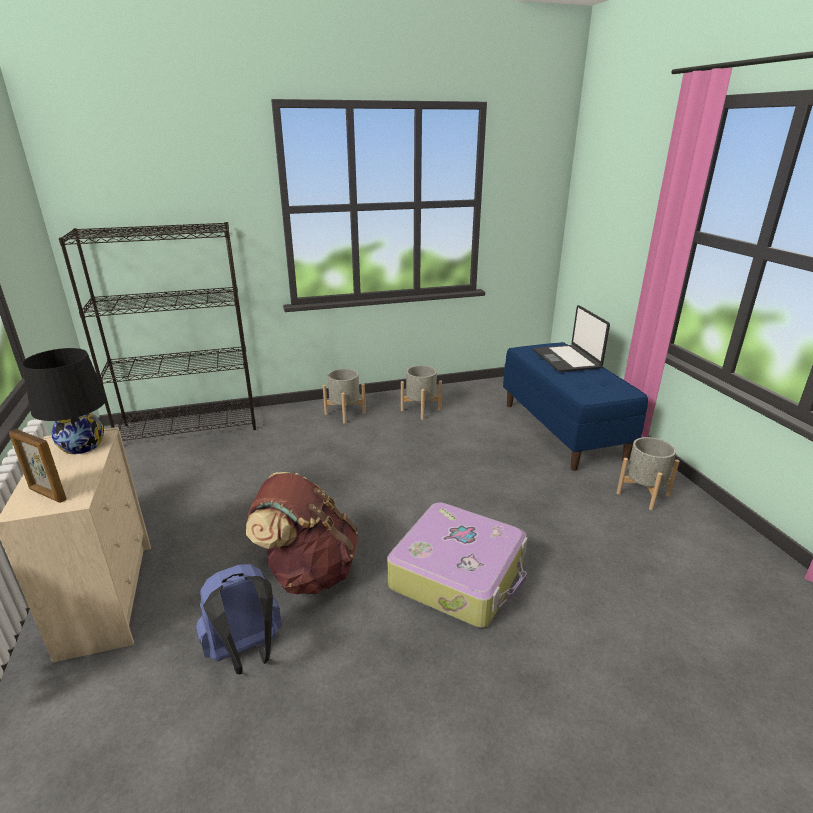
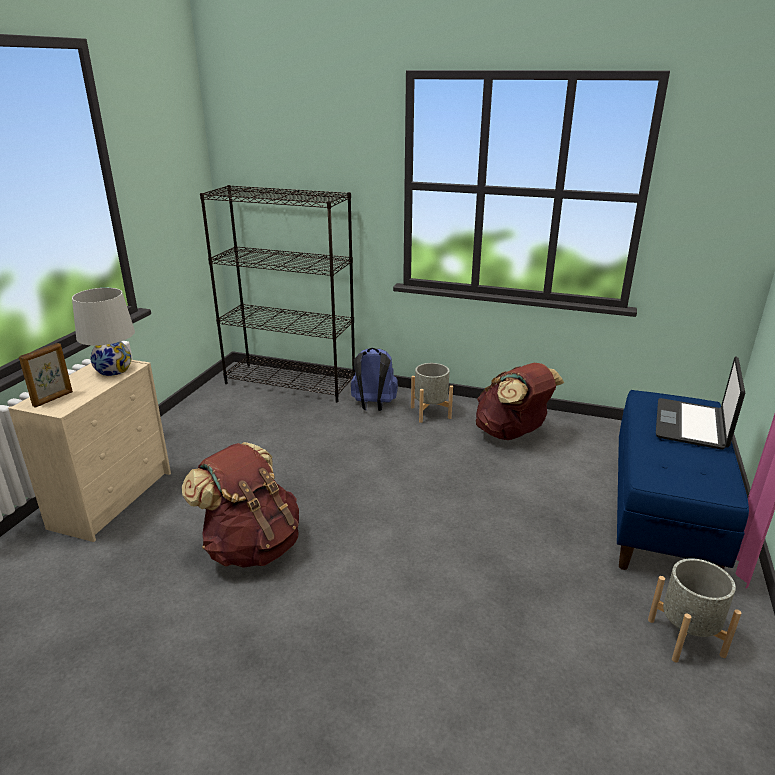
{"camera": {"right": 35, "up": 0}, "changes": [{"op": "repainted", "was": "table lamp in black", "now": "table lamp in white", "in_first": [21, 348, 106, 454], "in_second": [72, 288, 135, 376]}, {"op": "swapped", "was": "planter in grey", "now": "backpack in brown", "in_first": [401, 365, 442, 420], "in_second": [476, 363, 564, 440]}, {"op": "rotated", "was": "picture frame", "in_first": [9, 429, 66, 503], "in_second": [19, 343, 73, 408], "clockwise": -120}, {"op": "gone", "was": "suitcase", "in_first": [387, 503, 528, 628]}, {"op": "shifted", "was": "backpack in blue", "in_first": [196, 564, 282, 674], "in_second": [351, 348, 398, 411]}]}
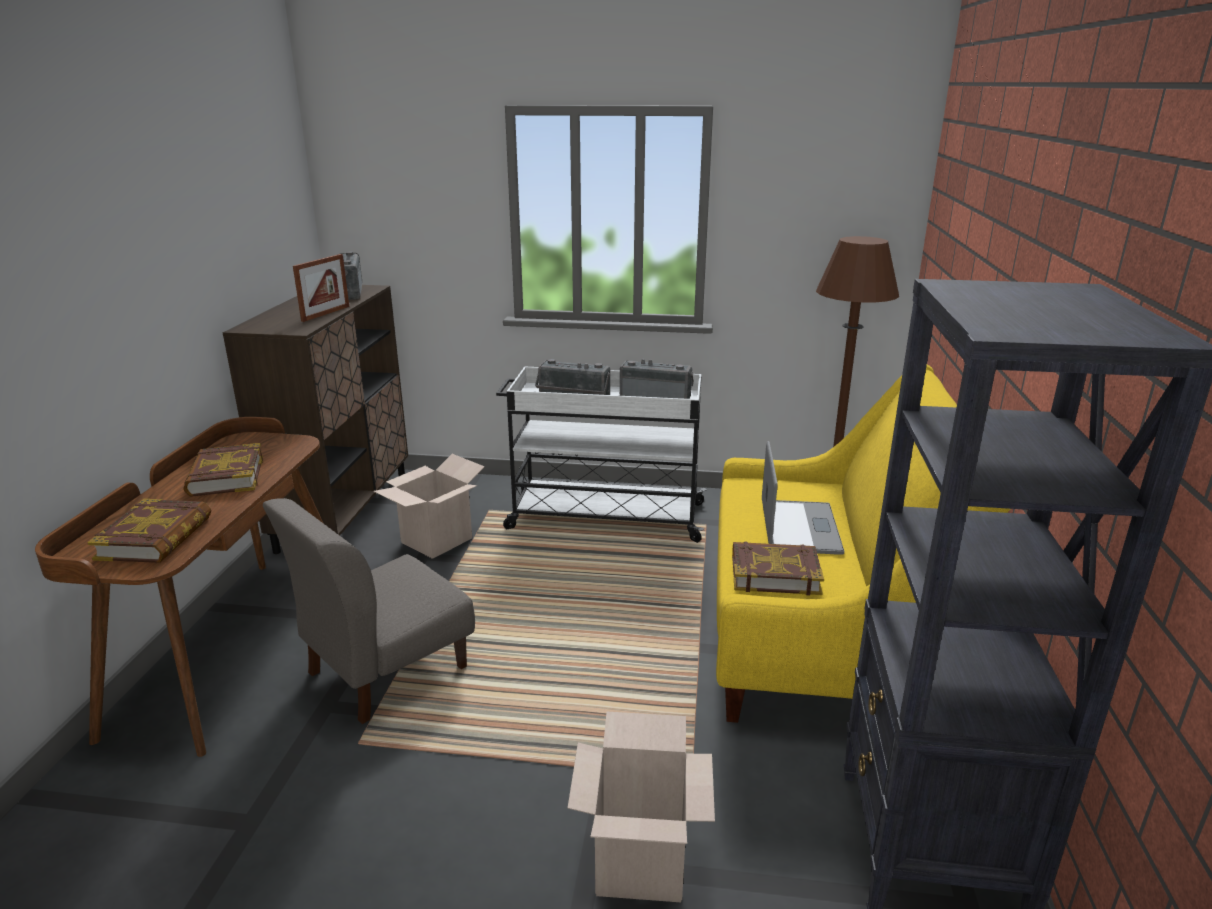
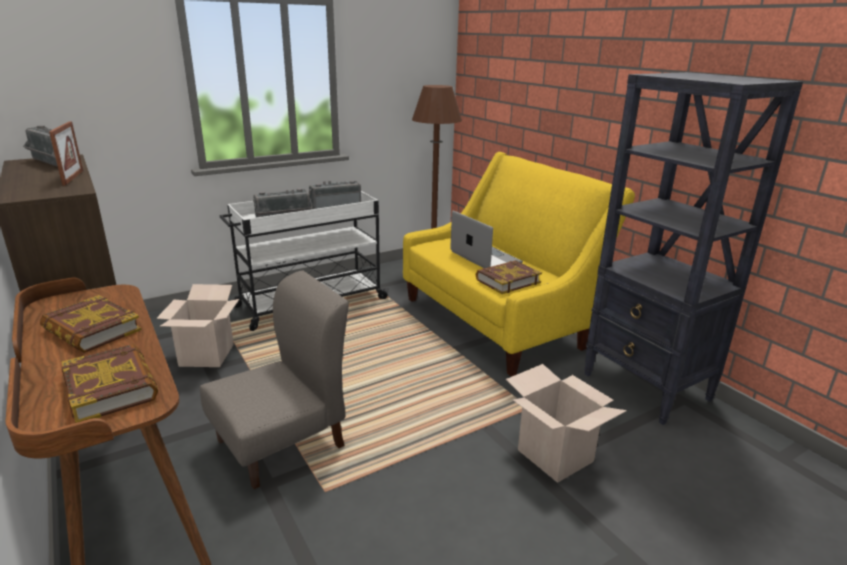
{"camera": {"right": -40, "up": 0}, "changes": [{"op": "rotated", "was": "chair in grey", "in_first": [263, 498, 475, 724], "in_second": [200, 271, 349, 489], "clockwise": -135}]}
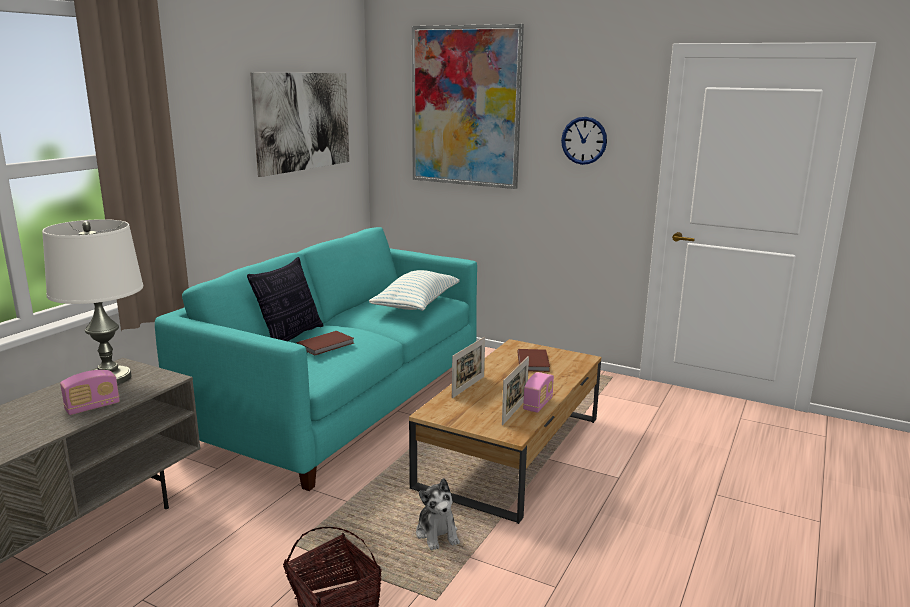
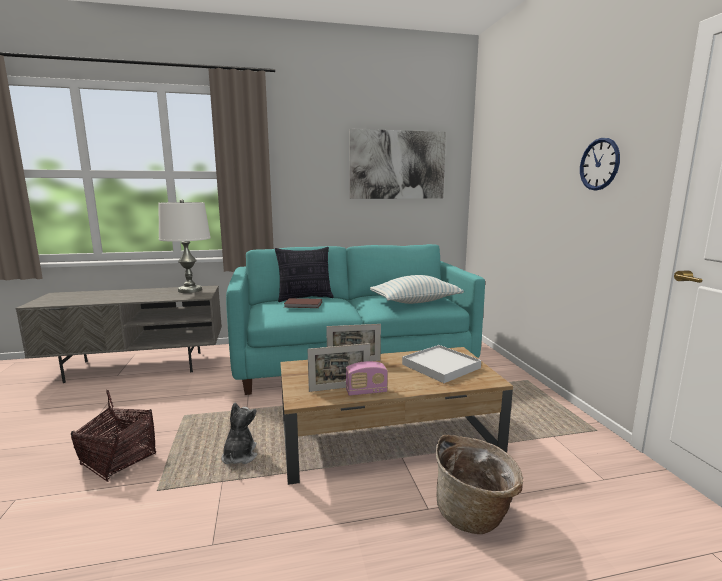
{"camera": {"right": 50, "up": -5}, "changes": [{"op": "gone", "was": "picture", "in_first": [412, 24, 524, 189]}, {"op": "swapped", "was": "book in brown", "now": "tray in white", "in_first": [517, 349, 550, 372], "in_second": [402, 345, 481, 383]}, {"op": "gone", "was": "radio", "in_first": [60, 370, 120, 415]}, {"op": "rotated", "was": "plush toy", "in_first": [416, 478, 460, 550], "in_second": [221, 402, 257, 464], "clockwise": 150}, {"op": "new", "now": "basket", "in_second": [436, 435, 523, 534]}]}
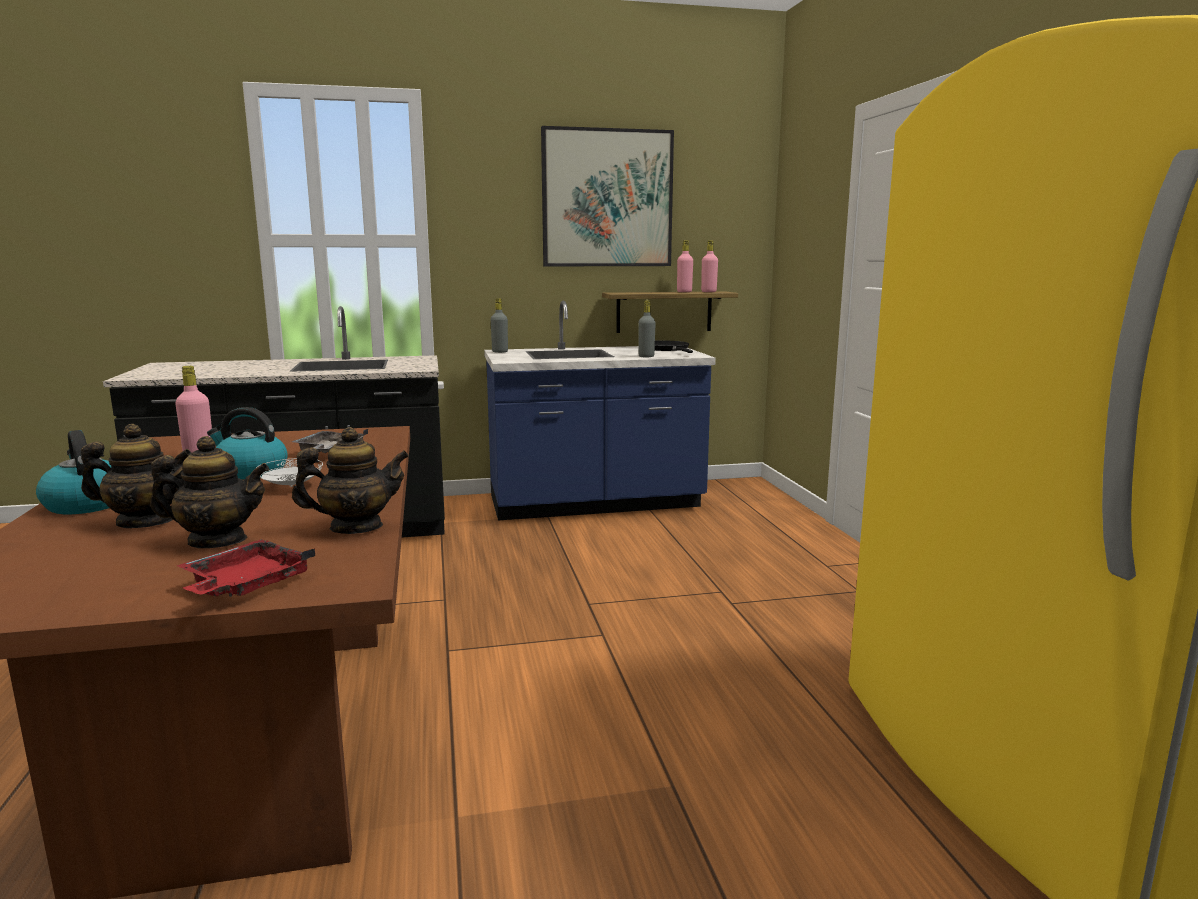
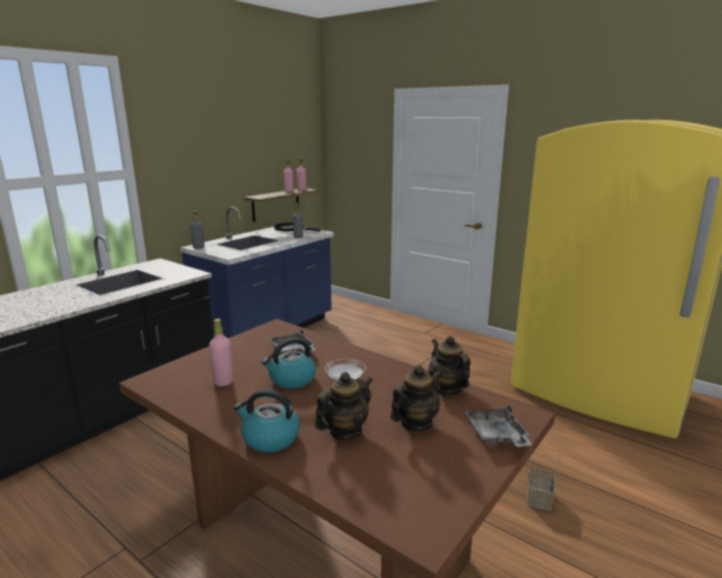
{"camera": {"right": -40, "up": 5}, "changes": [{"op": "gone", "was": "picture", "in_first": [541, 126, 674, 266]}, {"op": "rotated", "was": "teapot", "in_first": [292, 427, 409, 534], "in_second": [429, 336, 471, 396], "clockwise": -60}, {"op": "repainted", "was": "tray in red", "now": "tray in grey", "in_first": [177, 539, 315, 597], "in_second": [464, 404, 532, 447]}, {"op": "new", "now": "basket", "in_second": [527, 453, 562, 511]}]}
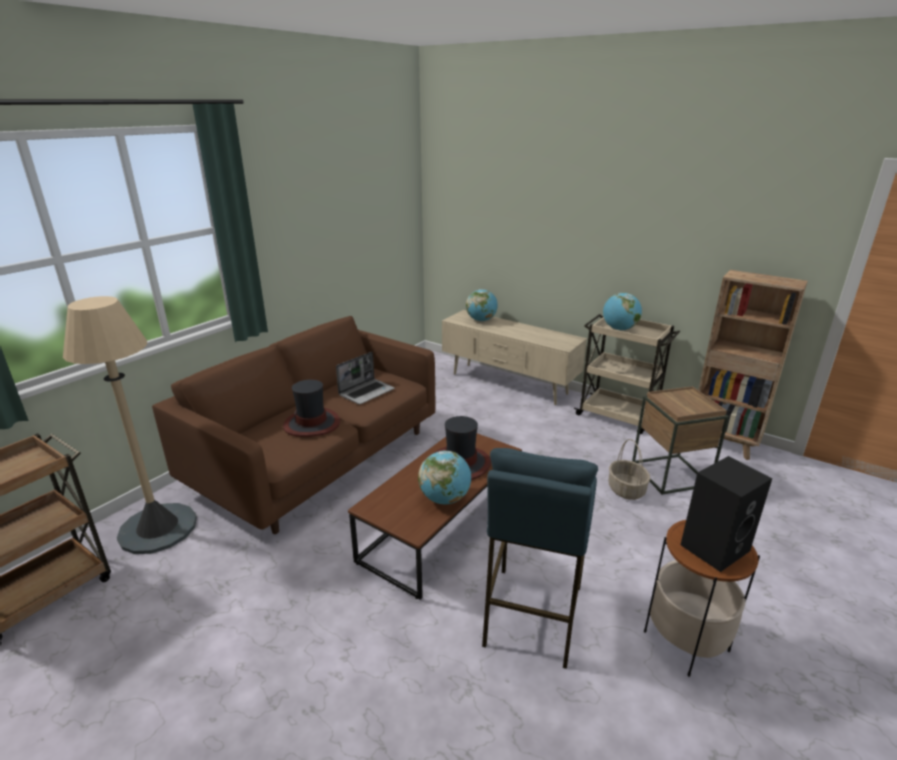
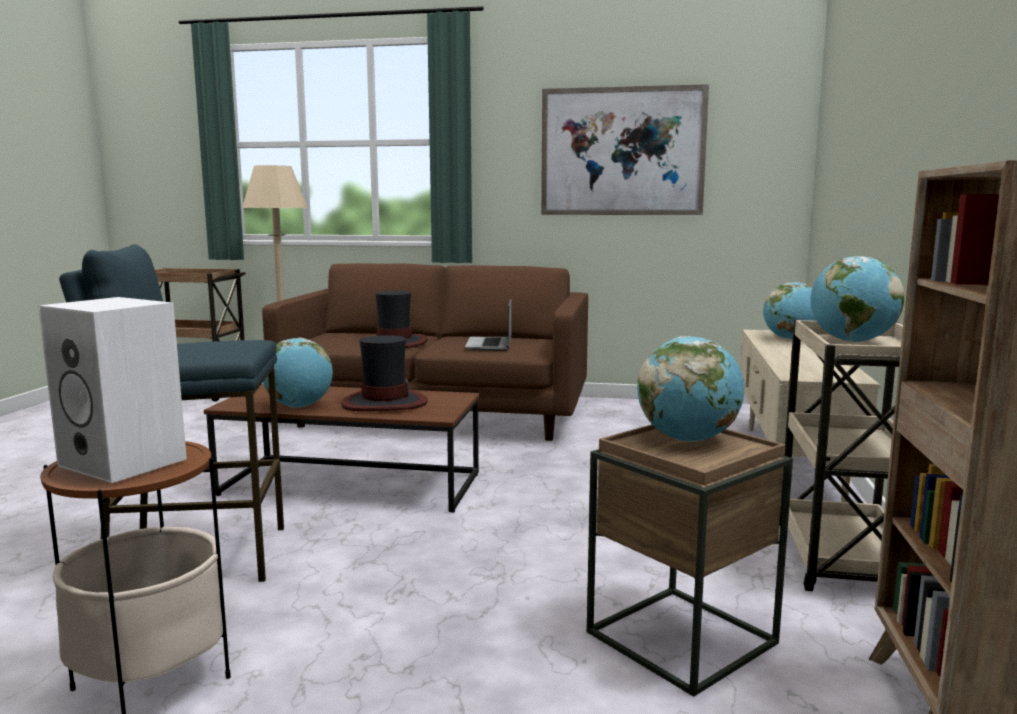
{"camera": {"right": 65, "up": -15}, "changes": [{"op": "rotated", "was": "laptop", "in_first": [336, 352, 395, 405], "in_second": [465, 298, 512, 351], "clockwise": 75}, {"op": "gone", "was": "basket", "in_first": [609, 439, 650, 500]}, {"op": "repainted", "was": "speaker in black", "now": "speaker in white", "in_first": [681, 456, 772, 572], "in_second": [38, 297, 187, 483]}, {"op": "new", "now": "picture", "in_second": [541, 84, 709, 215]}, {"op": "new", "now": "globe", "in_second": [637, 336, 744, 442]}]}
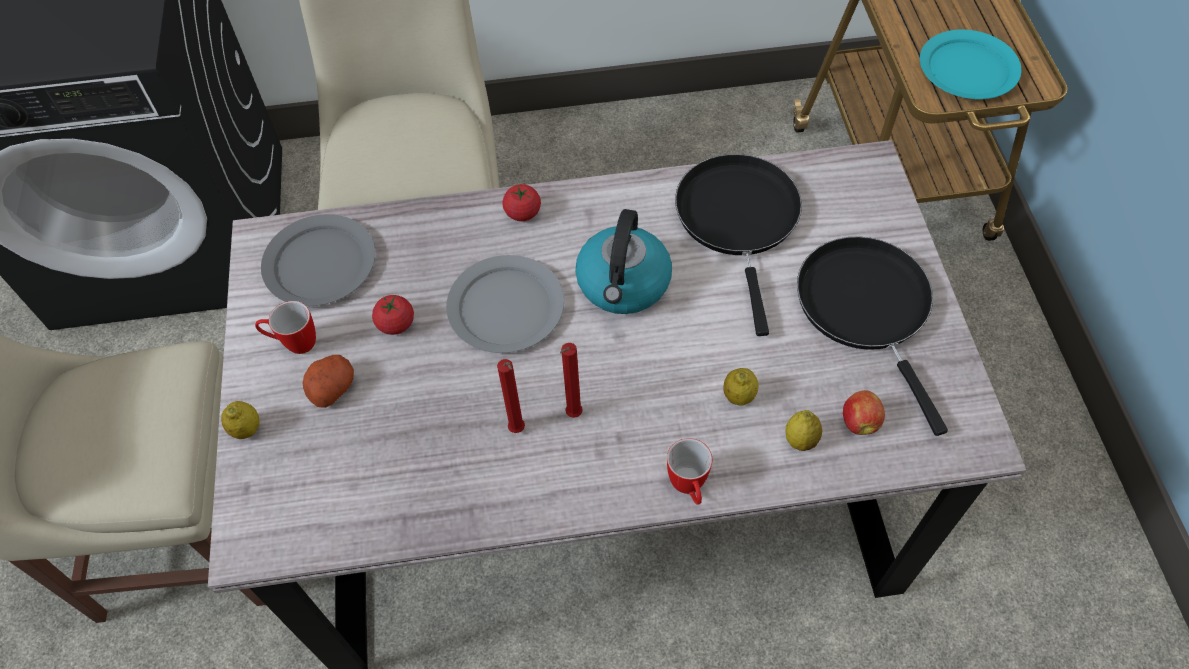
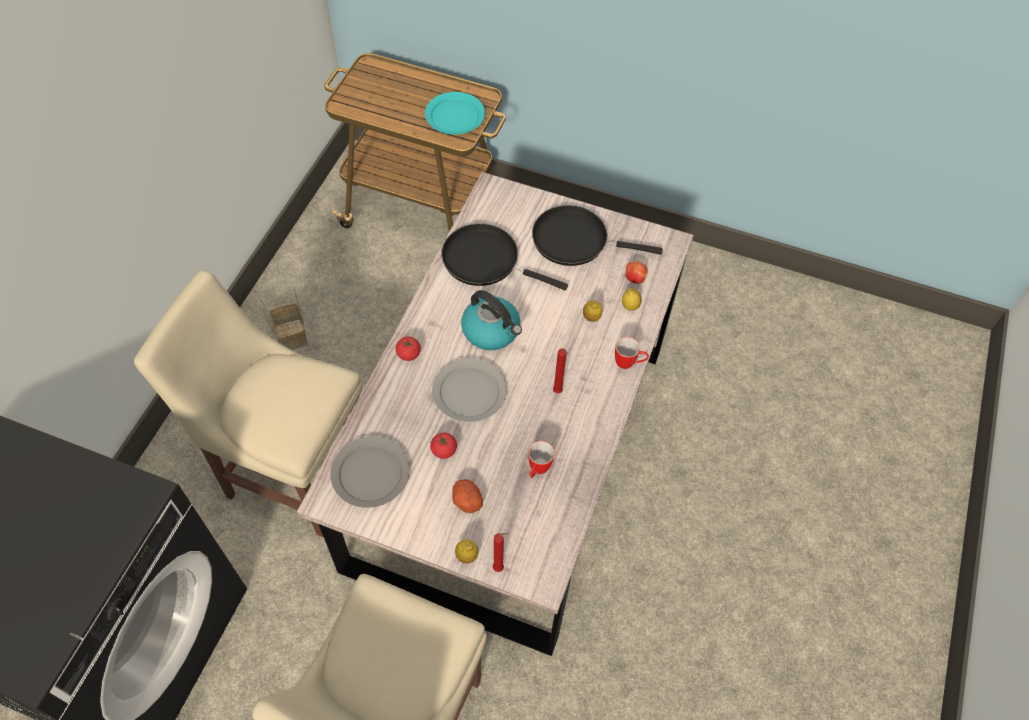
{"camera": {"right": -65, "up": 0}, "changes": [{"op": "shifted", "was": "mug", "in_first": [255, 301, 316, 354], "in_second": [528, 441, 555, 478]}, {"op": "shifted", "was": "candle in red", "in_first": [497, 359, 525, 433], "in_second": [493, 533, 509, 572]}, {"op": "new", "now": "basket", "in_second": [260, 289, 308, 350]}]}
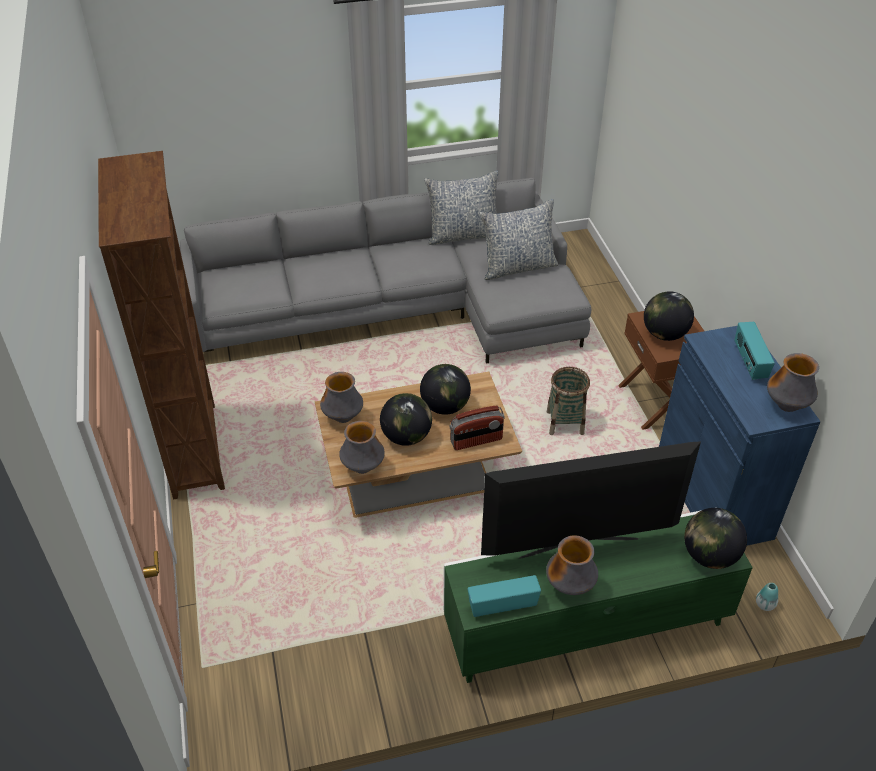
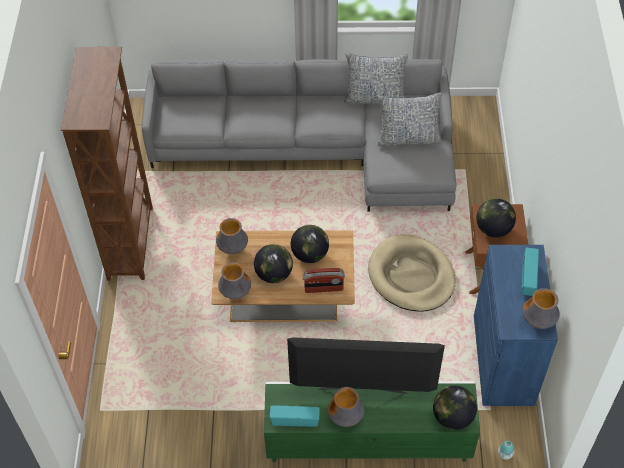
{"camera": {"right": 15, "up": 10}, "changes": [{"op": "swapped", "was": "basket", "now": "dog bed in beige", "in_first": [547, 367, 590, 435], "in_second": [368, 234, 456, 312]}]}
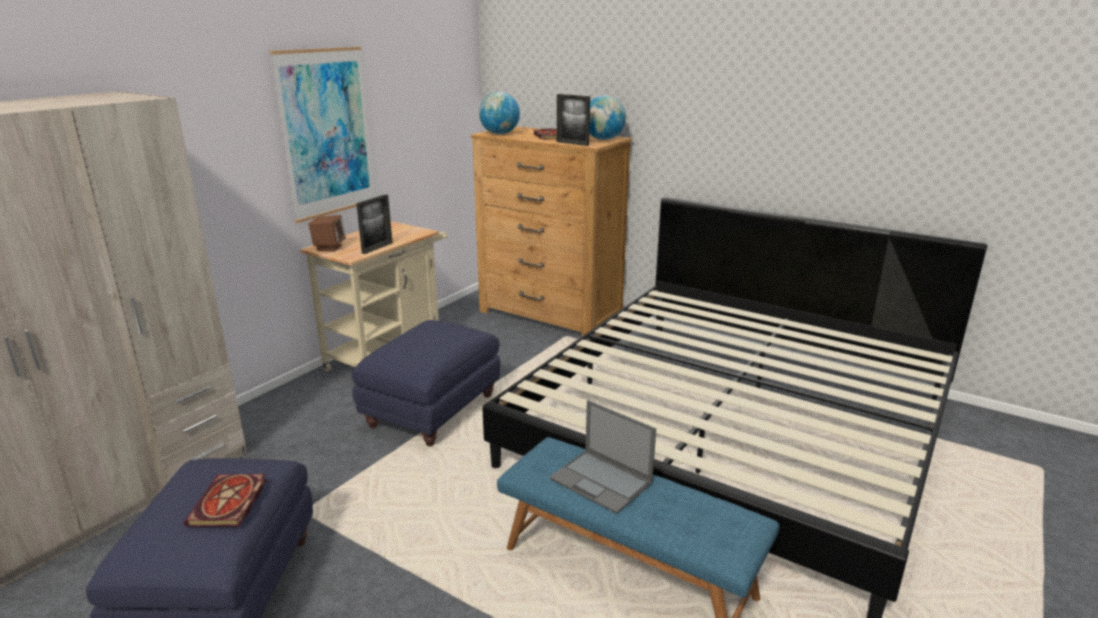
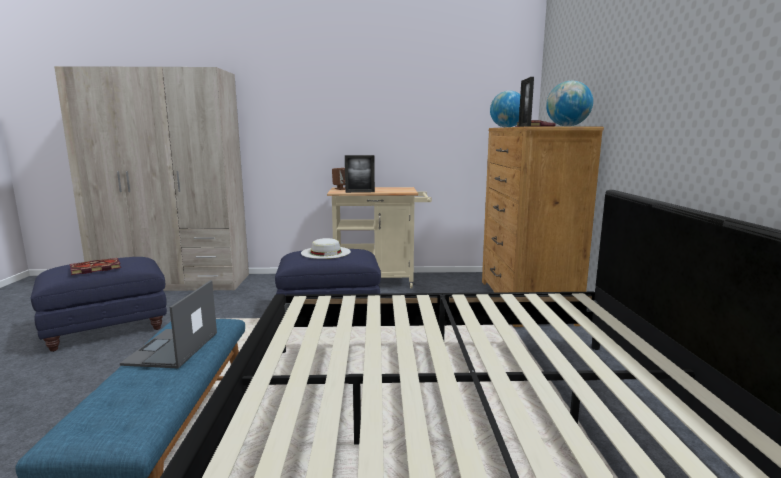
{"camera": {"right": 55, "up": -10}, "changes": [{"op": "gone", "was": "picture", "in_first": [270, 47, 375, 223]}, {"op": "new", "now": "hat in white", "in_second": [301, 238, 351, 259]}]}
